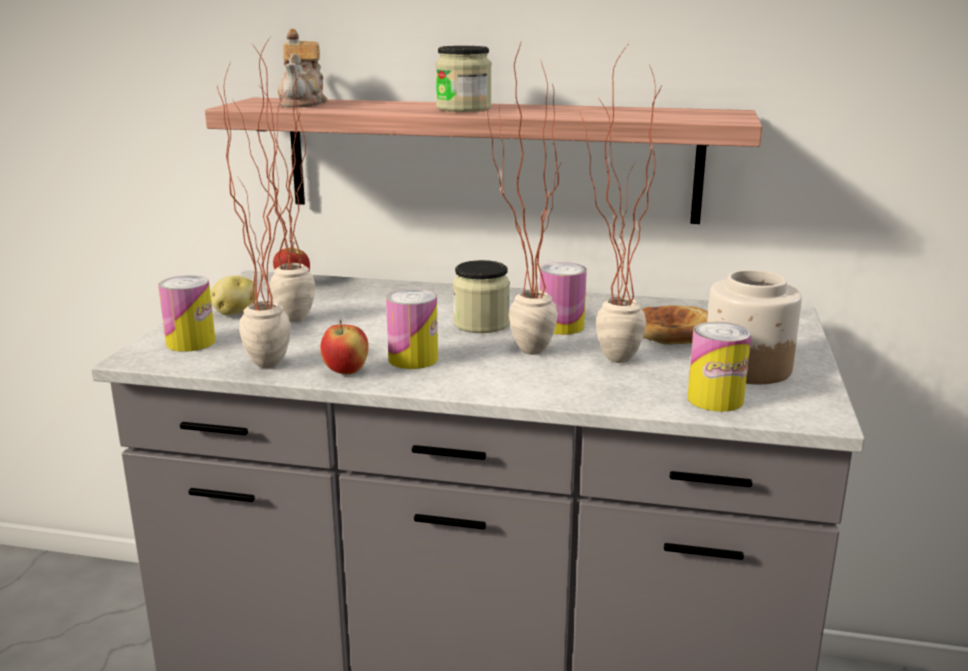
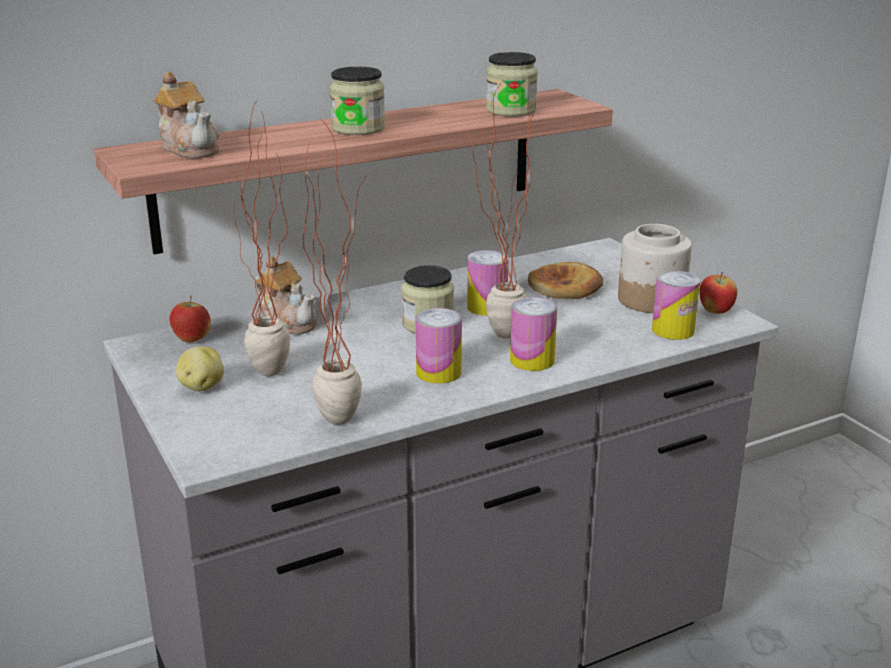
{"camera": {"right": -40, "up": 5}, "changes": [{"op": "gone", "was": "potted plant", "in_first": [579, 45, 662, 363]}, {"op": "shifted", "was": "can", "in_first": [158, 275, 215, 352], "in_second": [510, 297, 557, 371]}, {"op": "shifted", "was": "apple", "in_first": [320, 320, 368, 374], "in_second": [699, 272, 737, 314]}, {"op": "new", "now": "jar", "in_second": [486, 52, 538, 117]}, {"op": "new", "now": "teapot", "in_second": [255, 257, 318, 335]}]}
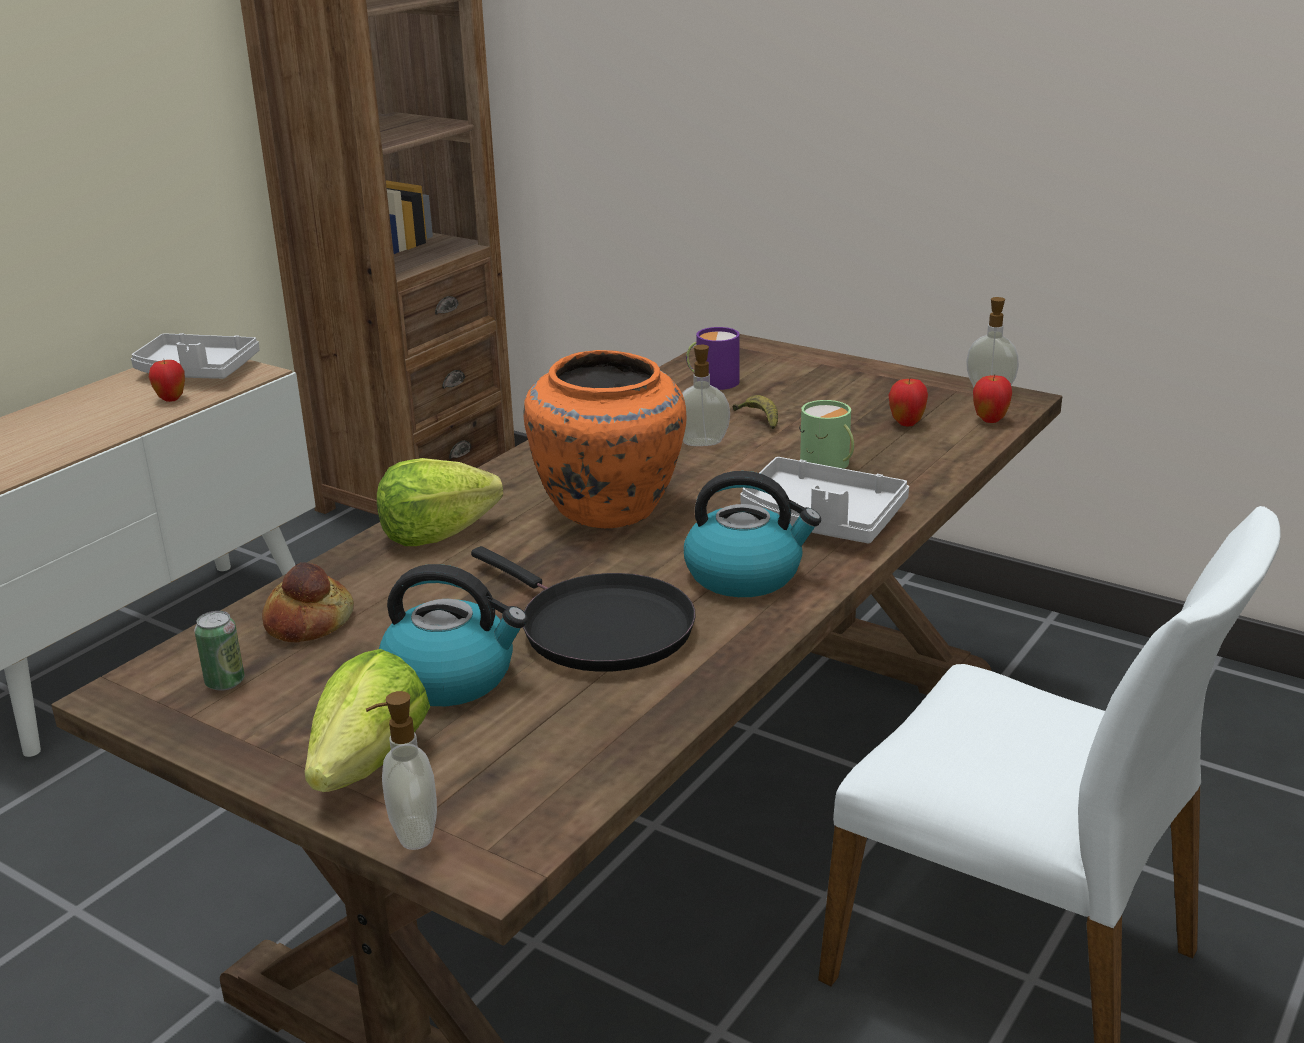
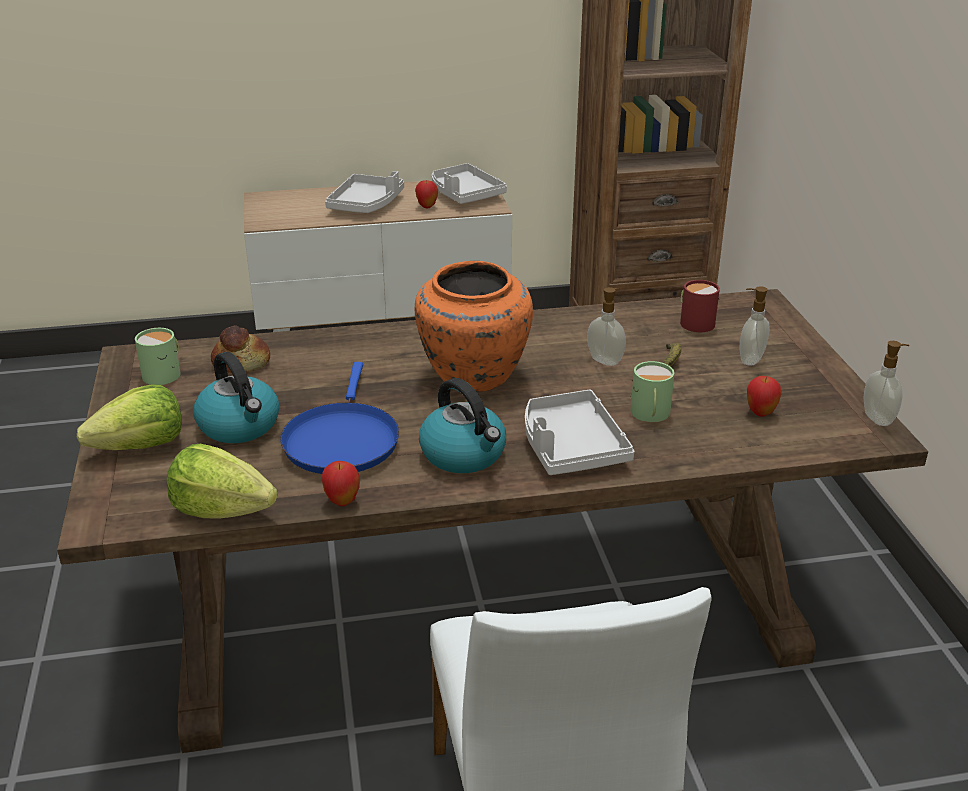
{"camera": {"right": 45, "up": 5}, "changes": [{"op": "repainted", "was": "mug in purple", "now": "mug in red", "in_first": [686, 327, 740, 390], "in_second": [680, 280, 720, 332]}, {"op": "shifted", "was": "apple", "in_first": [973, 374, 1012, 423], "in_second": [321, 461, 360, 506]}, {"op": "shifted", "was": "lettuce", "in_first": [377, 458, 503, 546], "in_second": [166, 444, 278, 519]}, {"op": "repainted", "was": "frying pan in black", "now": "frying pan in blue", "in_first": [471, 546, 695, 672], "in_second": [280, 362, 399, 474]}, {"op": "swapped", "was": "can", "now": "mug in green", "in_first": [194, 611, 245, 691], "in_second": [135, 328, 181, 385]}, {"op": "shifted", "was": "soap dispenser", "in_first": [366, 691, 437, 850], "in_second": [739, 286, 770, 366]}, {"op": "new", "now": "tray in grey", "in_second": [325, 171, 404, 213]}]}
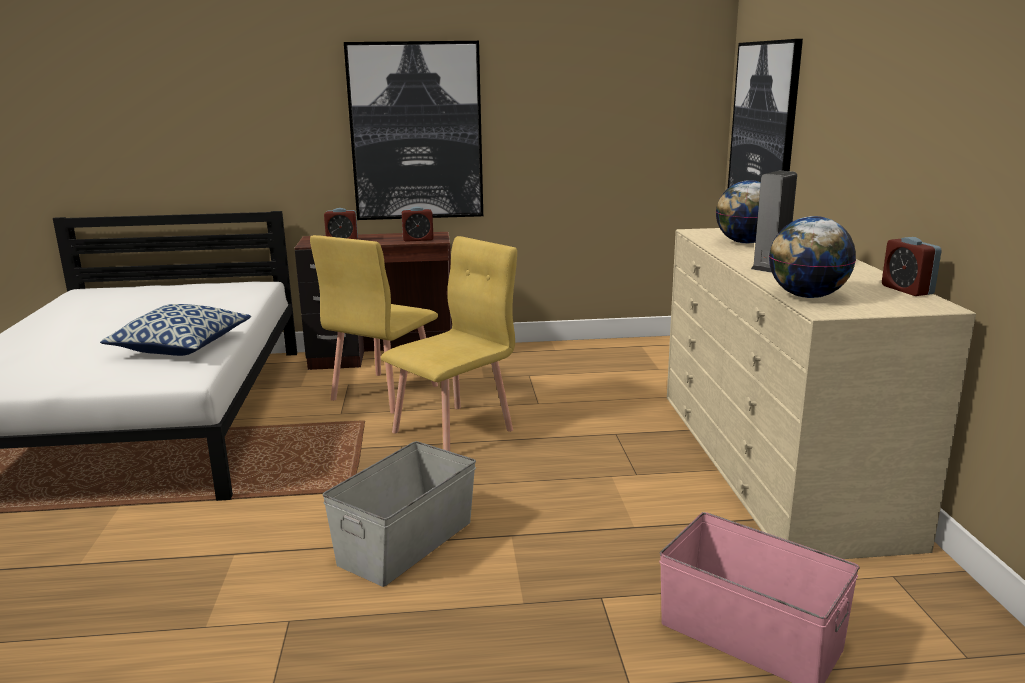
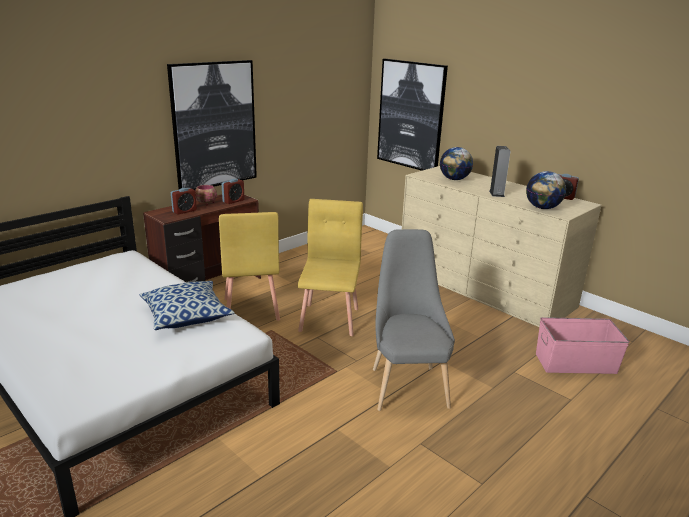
{"camera": {"right": -40, "up": 5}, "changes": [{"op": "swapped", "was": "storage box in grey", "now": "chair in grey", "in_first": [322, 441, 476, 587], "in_second": [373, 229, 455, 411]}, {"op": "new", "now": "bowl", "in_second": [195, 185, 217, 205]}]}
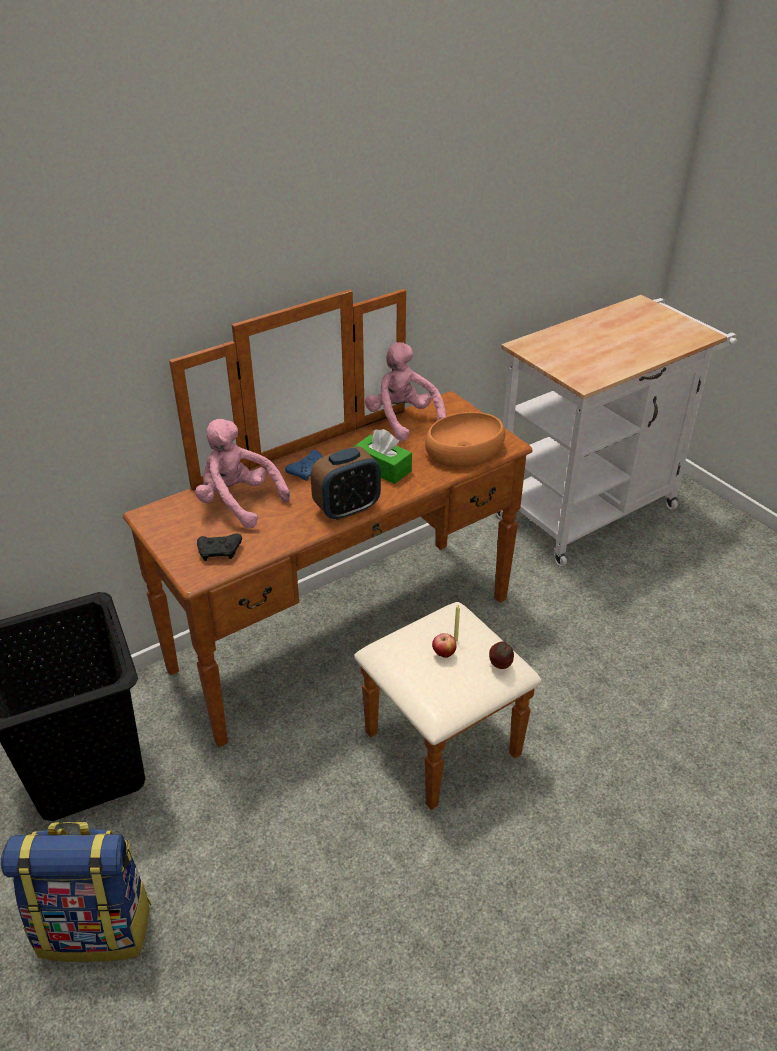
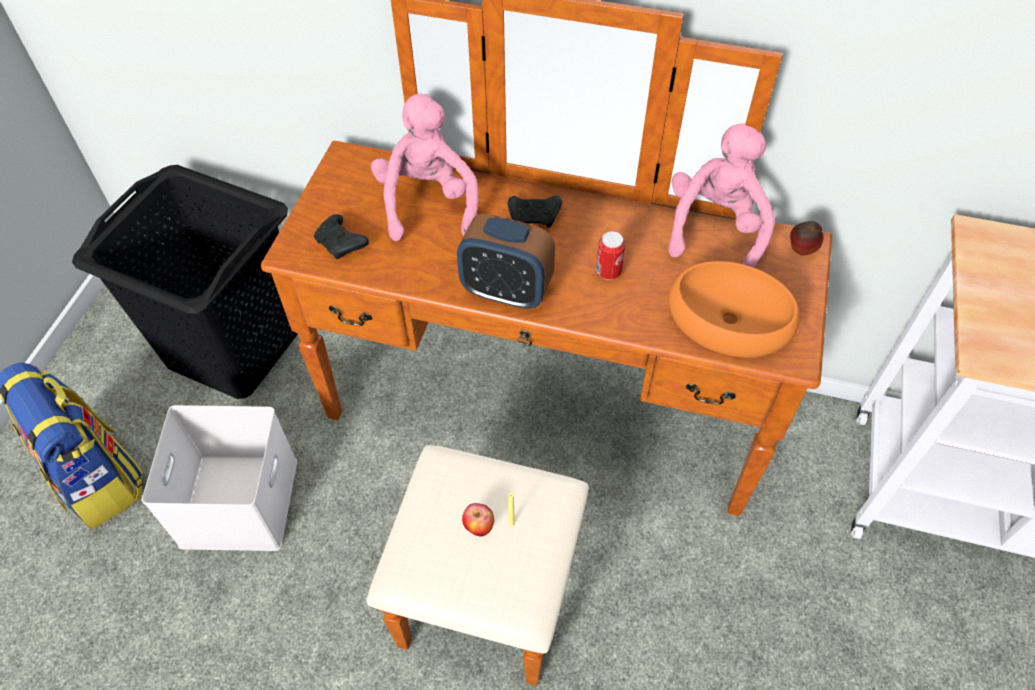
{"camera": {"right": 50, "up": 15}, "changes": [{"op": "swapped", "was": "tissue box in green", "now": "can", "in_first": [353, 429, 412, 484], "in_second": [596, 231, 626, 280]}, {"op": "repainted", "was": "game controller in blue", "now": "game controller in black", "in_first": [285, 450, 323, 481], "in_second": [508, 196, 562, 228]}, {"op": "shifted", "was": "apple", "in_first": [489, 641, 514, 669], "in_second": [790, 221, 823, 255]}, {"op": "new", "now": "storage box in white", "in_second": [142, 405, 297, 551]}]}
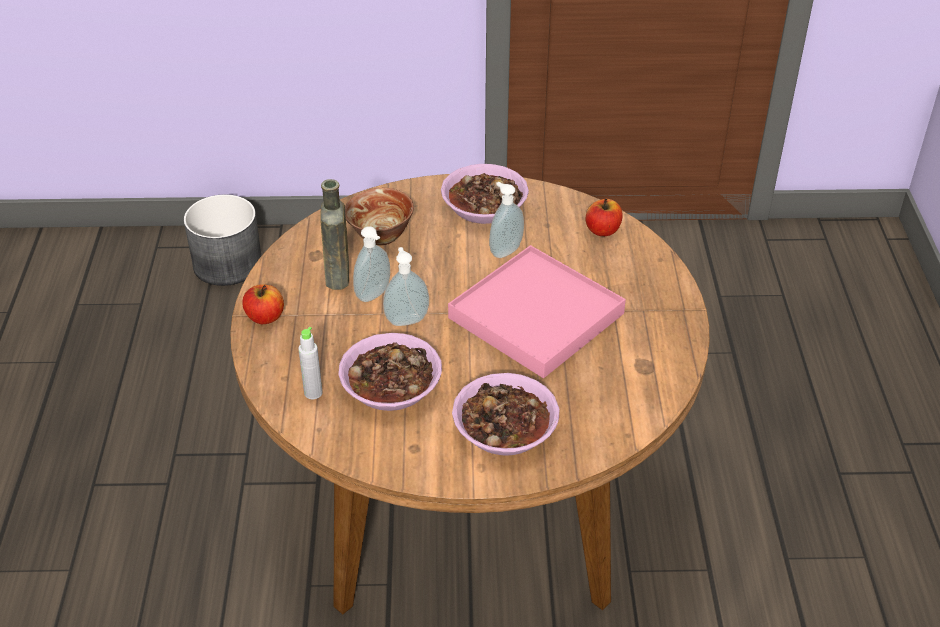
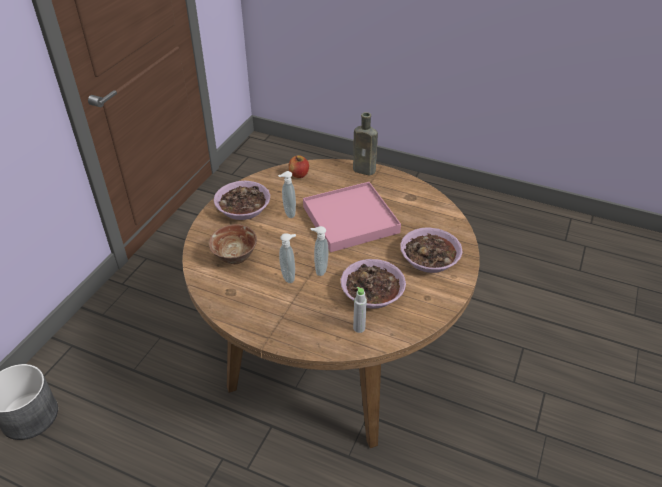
{"camera": {"right": -65, "up": 0}, "changes": [{"op": "shifted", "was": "bottle in brown", "in_first": [321, 179, 349, 290], "in_second": [353, 112, 378, 176]}, {"op": "gone", "was": "apple", "in_first": [242, 284, 284, 324]}]}
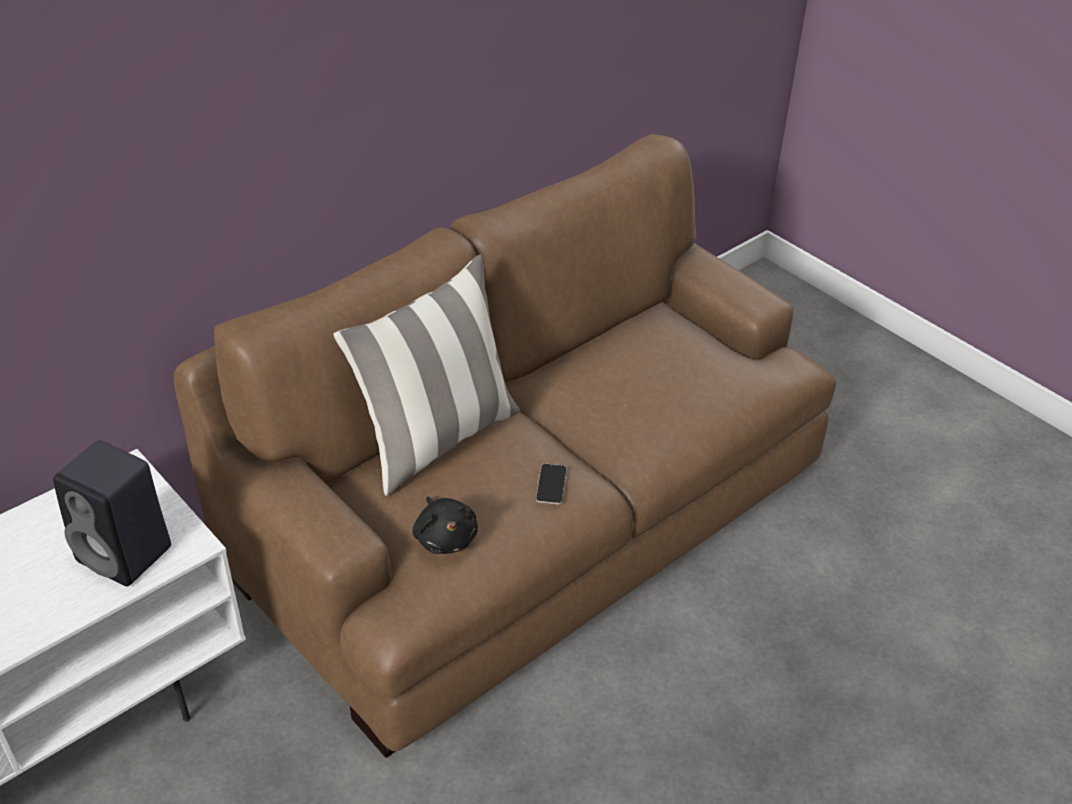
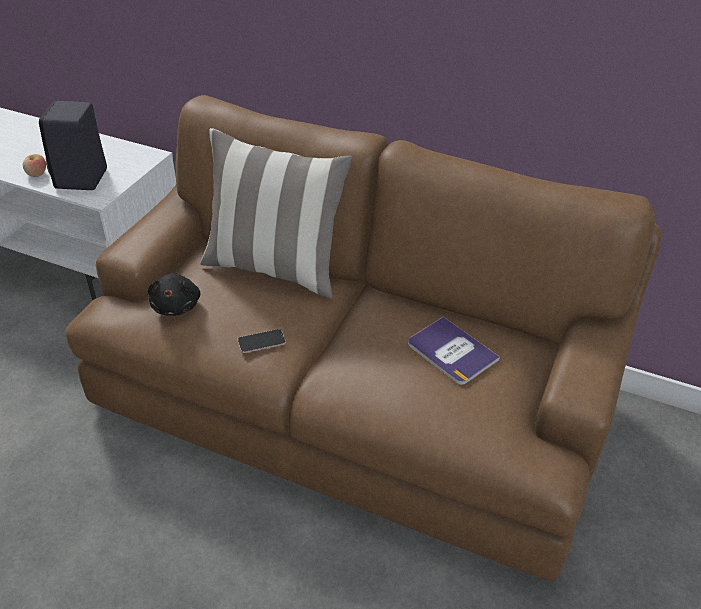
{"camera": {"right": 65, "up": 0}, "changes": [{"op": "rotated", "was": "plush toy in black", "in_first": [413, 497, 478, 554], "in_second": [148, 273, 200, 316], "clockwise": -45}, {"op": "new", "now": "apple", "in_second": [23, 154, 46, 177]}, {"op": "new", "now": "book", "in_second": [408, 317, 500, 385]}]}
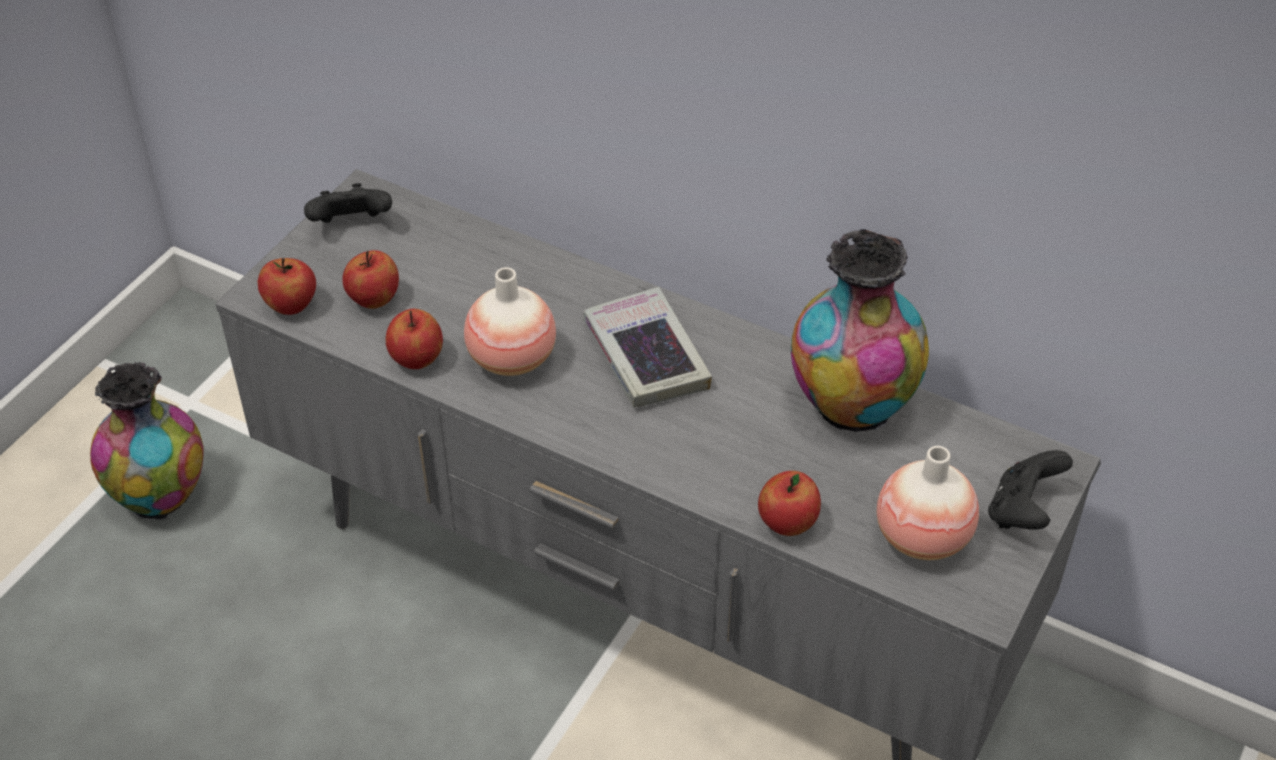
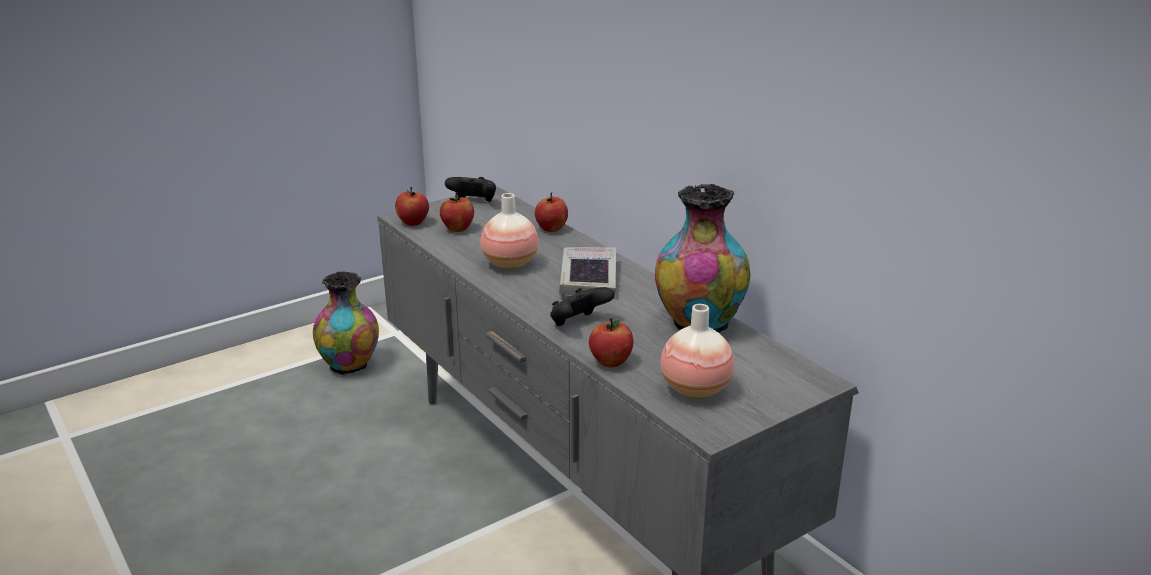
{"camera": {"right": 25, "up": -20}, "changes": [{"op": "shifted", "was": "apple", "in_first": [386, 309, 443, 369], "in_second": [535, 192, 568, 232]}, {"op": "shifted", "was": "game controller in black", "in_first": [988, 450, 1073, 530], "in_second": [550, 287, 614, 326]}]}
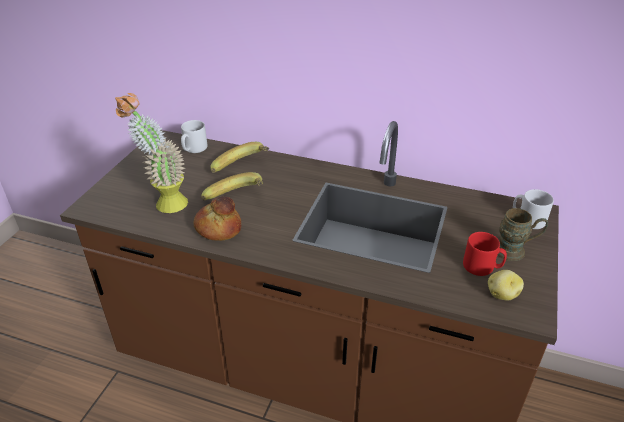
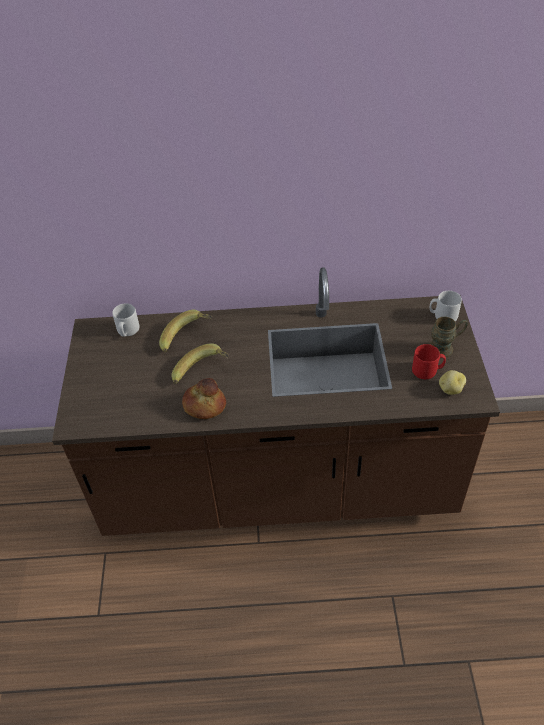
{"camera": {"right": -20, "up": 10}, "changes": [{"op": "gone", "was": "potted plant", "in_first": [115, 93, 188, 213]}]}
